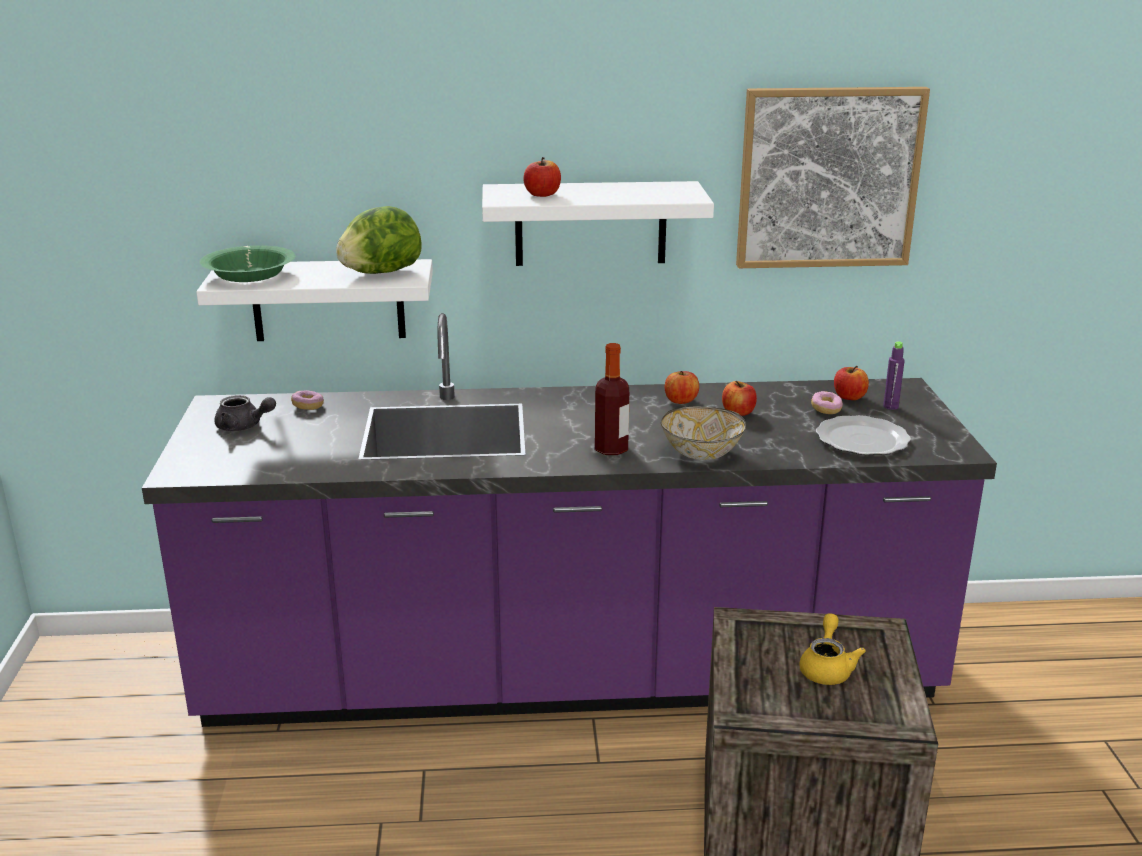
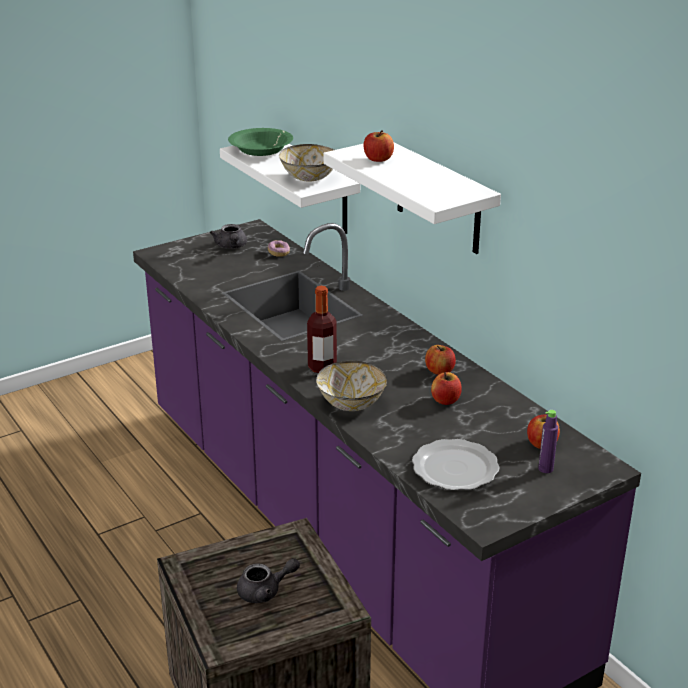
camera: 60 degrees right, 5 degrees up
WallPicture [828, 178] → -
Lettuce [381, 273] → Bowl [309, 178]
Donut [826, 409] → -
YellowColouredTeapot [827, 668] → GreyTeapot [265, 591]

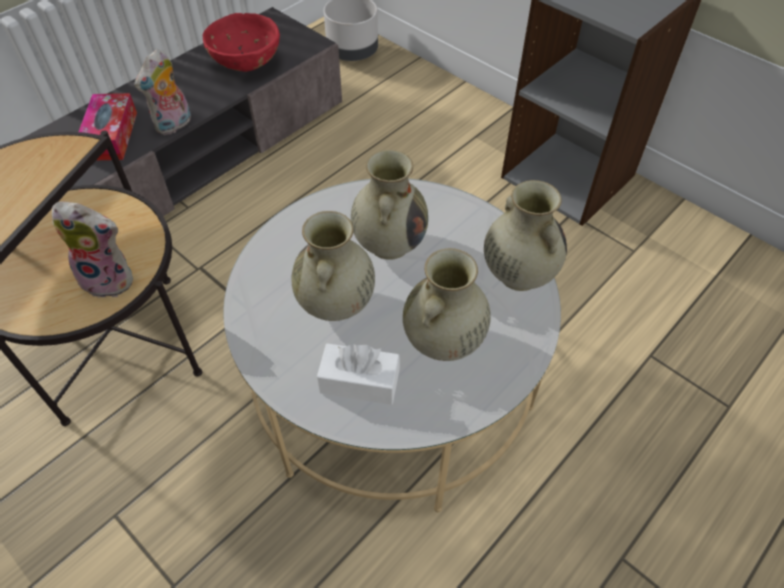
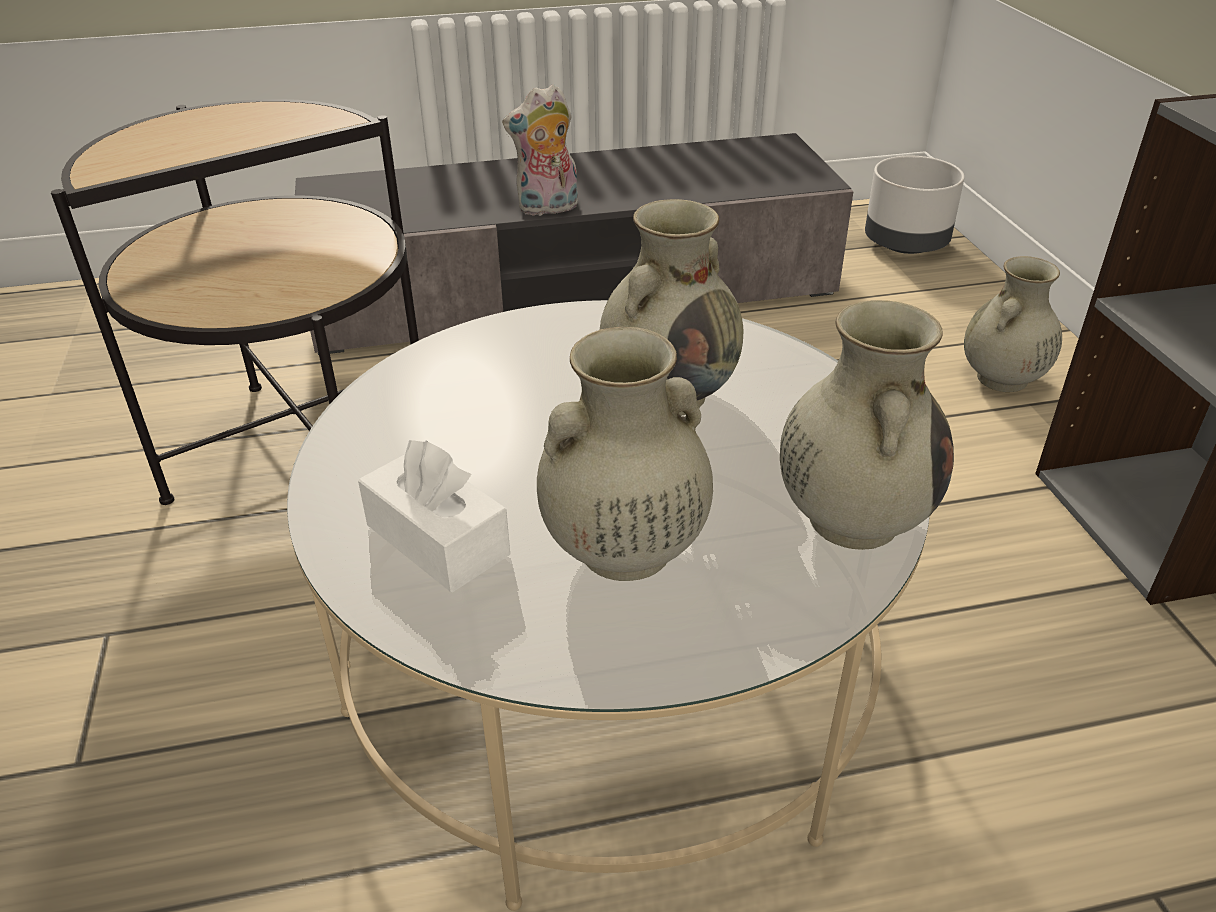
camera: 35 degrees right, 15 degrees down
RedColouredBowl [247, 65] → -
BoxOfTissues [111, 136] → -
CuddlyToy [111, 278] → -
BeigeColouredFlowerVase [336, 304] → BeigeColouredFlowerVase [1001, 379], shifted

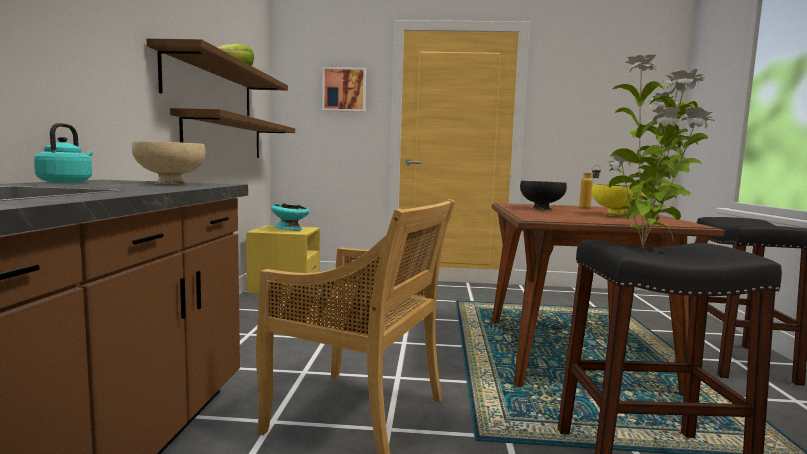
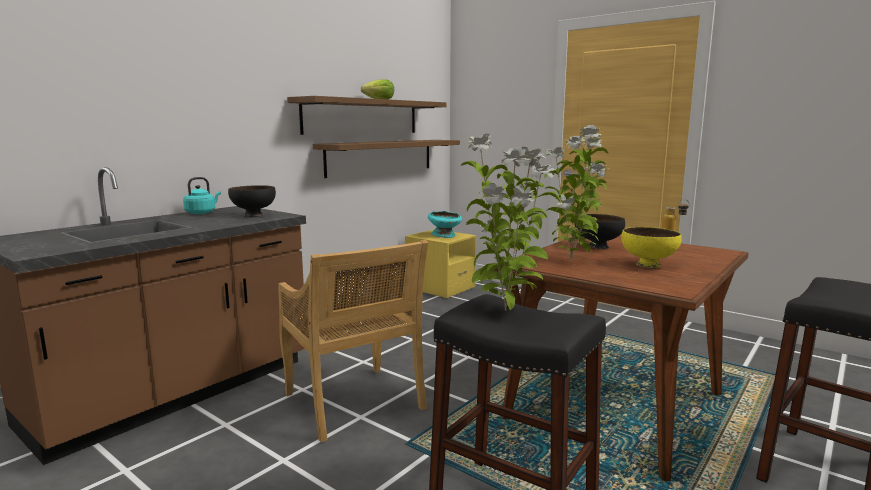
camera: 35 degrees right, 5 degrees up
WallPicture [344, 90] → -
BeigeColouredBowl [171, 183] → BlackColouredBowl [254, 215]
- → Houseplant [572, 261]

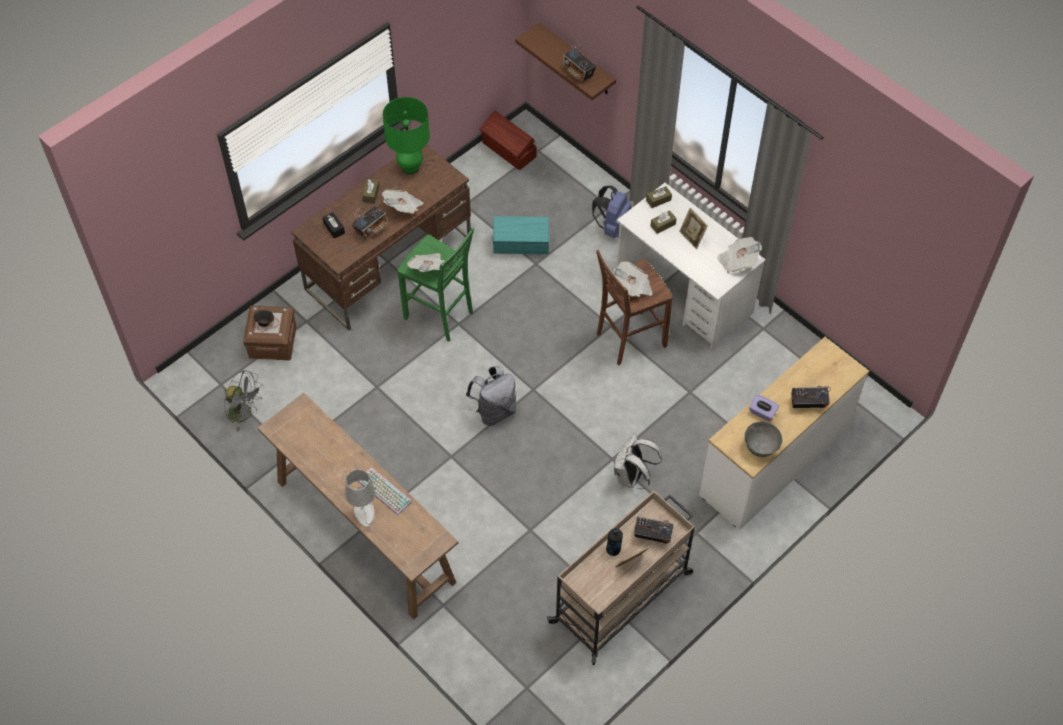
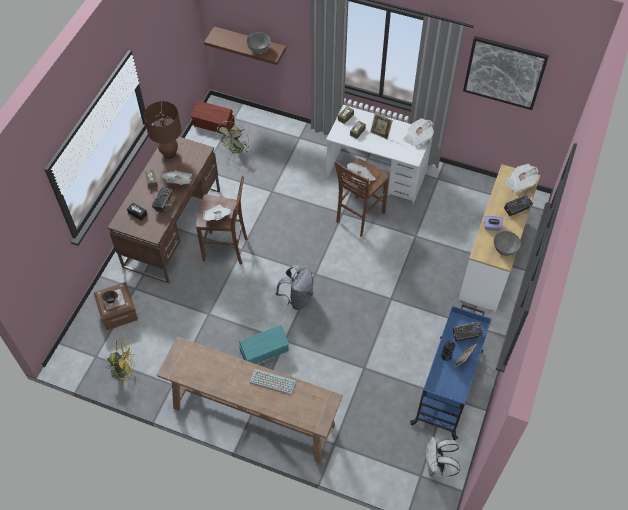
camera: 25 degrees left, 0 degrees up
RadioSet [578, 73] → GreyBowl [259, 50]
GreenLampForATable [410, 167] → BrownColouredLampForATable [169, 153]
BlueKnapsack [612, 226] → -
TurquoiseColouredStorageContainer [521, 244] → TurquoiseColouredStorageContainer [264, 351], shifted
GreenStoolSeat [440, 316] → BrownColouredStoolSeat [226, 249]
GreyFan [245, 413] → YellowColouredFan [124, 370]
WhitishKnapsack [632, 477] → WhitishKnapsack [437, 467], shifted
GreyLampForATable [365, 514] → -
BeigeColouredCart [622, 596] → BlueCart [447, 386]
- → WallPicture [504, 72]
- → GreenFan [235, 150]
- → DailyPaper [519, 183]

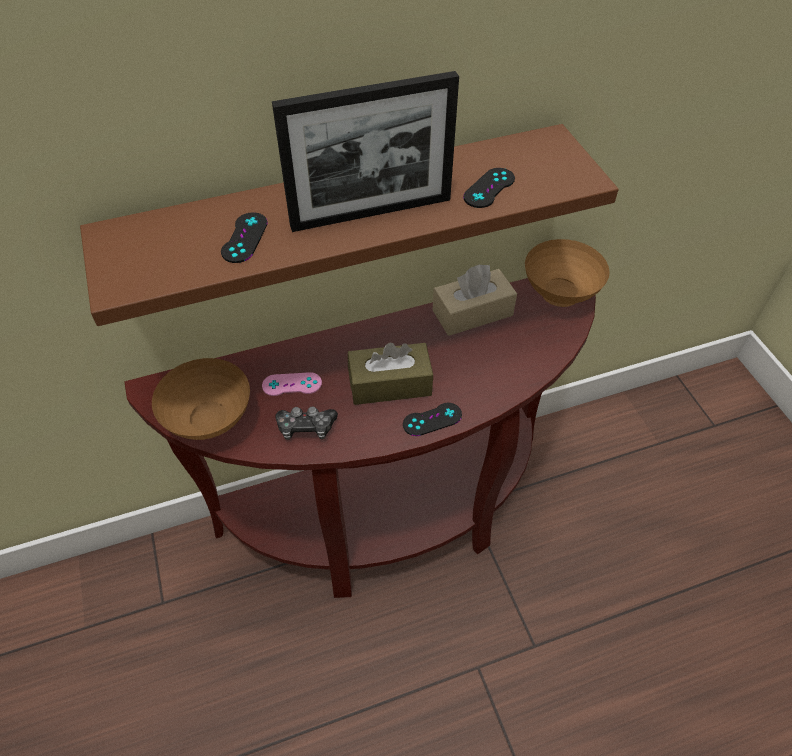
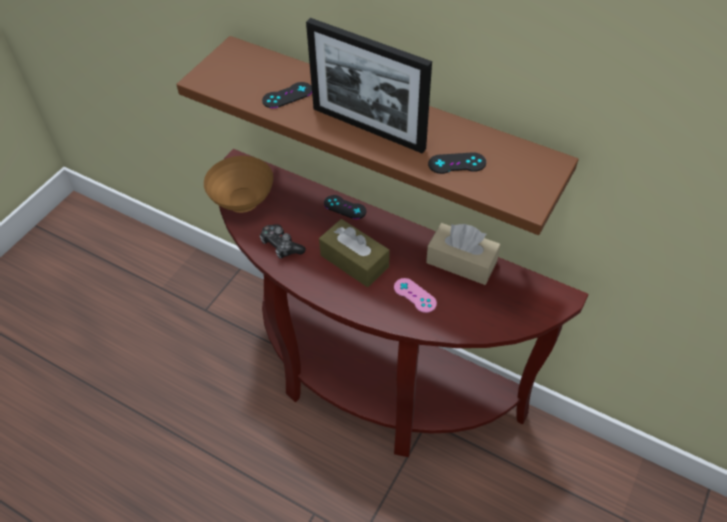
camera: 50 degrees right, 0 degrees up
BrownColouredBowl [559, 296] → -
PinkColouredGameController [292, 384] → PinkColouredGameController [415, 295], shifted
BlackColouredGameController [432, 419] → BlackColouredGameController [345, 207], shifted

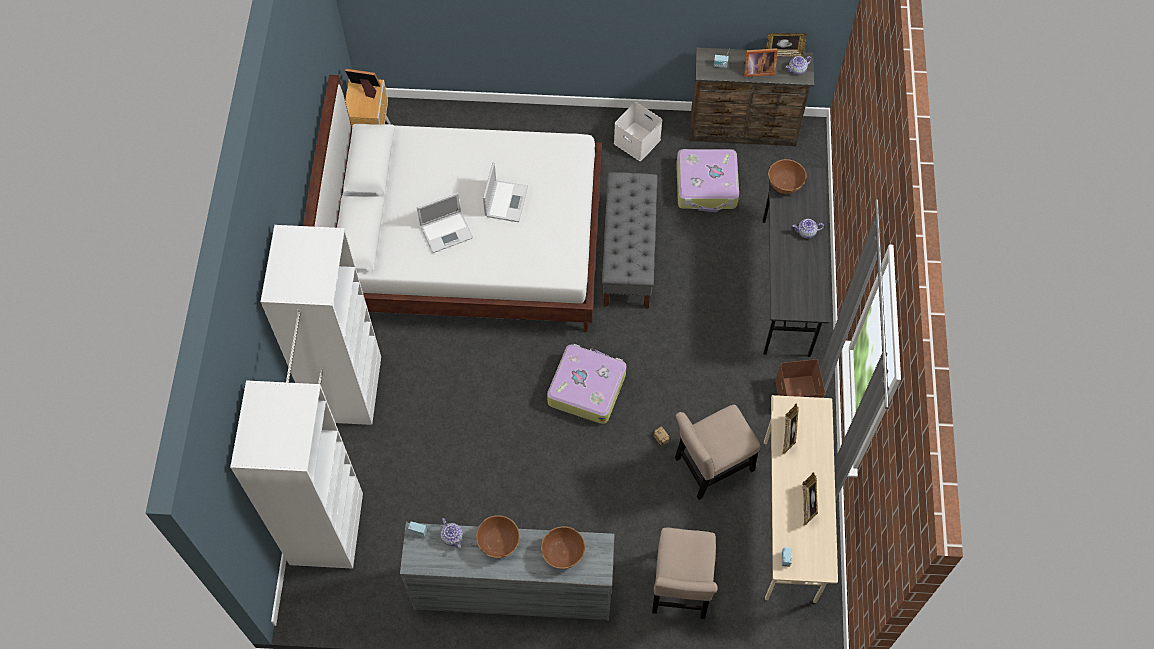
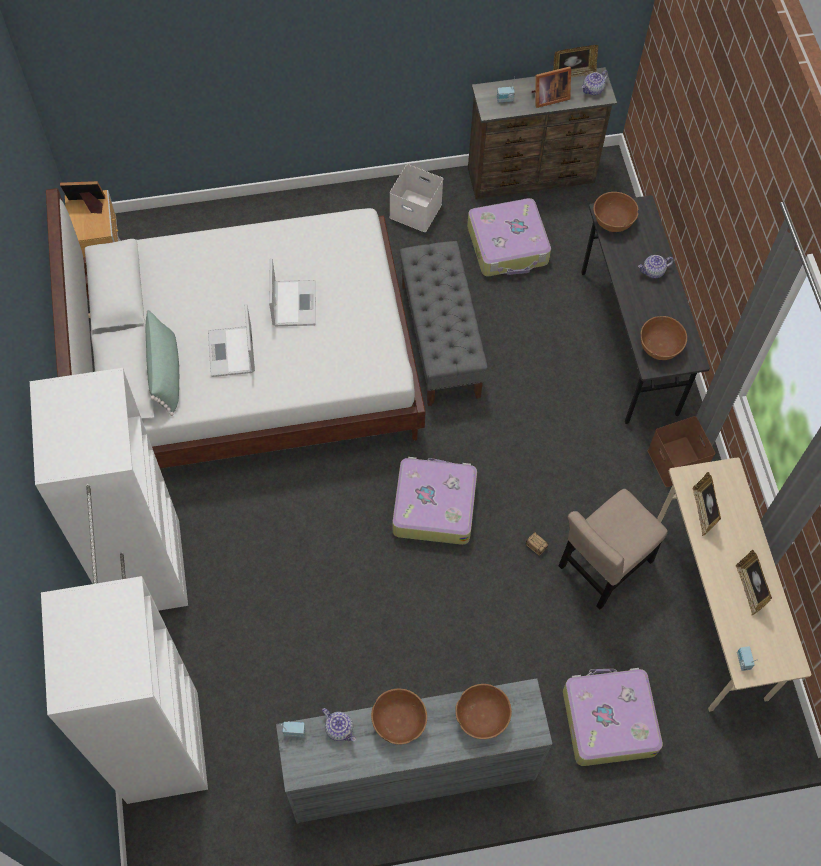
camera: 15 degrees left, 0 degrees up
Laptop [447, 231] → Laptop [232, 353], 120 degrees clockwise
BeigeColouredPlainChair [680, 588] → TravelCase [608, 720]
- → GreenPillow [166, 372]
- → BrownColouredBowl [659, 347]

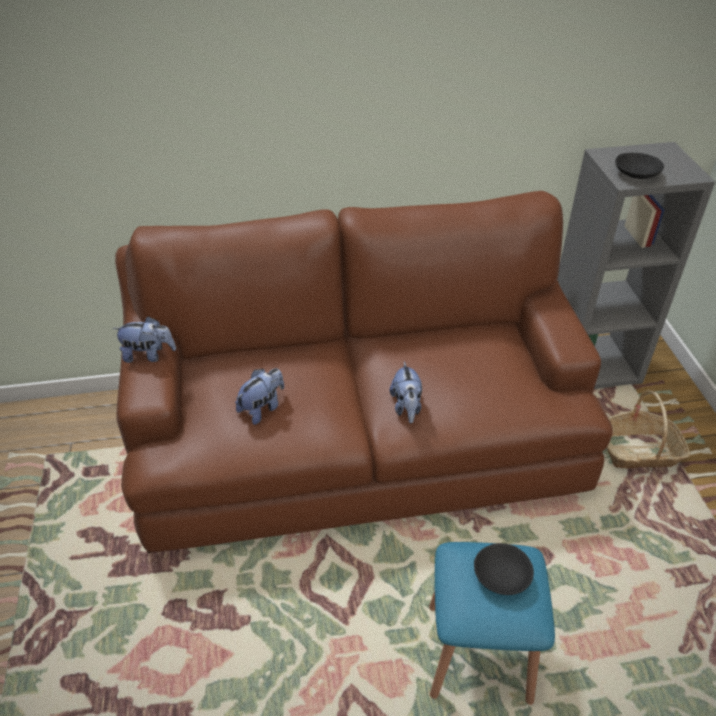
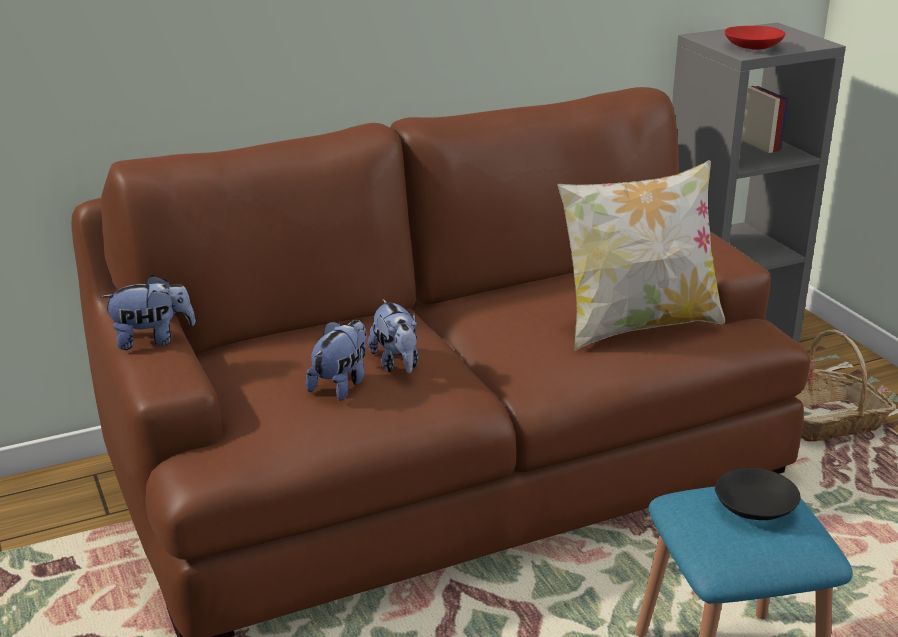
camera: 15 degrees left, 15 degrees down
BlackColouredBowl [636, 173] → RedColouredBowl [752, 47]
CuddlyToy [406, 407] → CuddlyToy [397, 363], shifted
- → Pillow [638, 325]

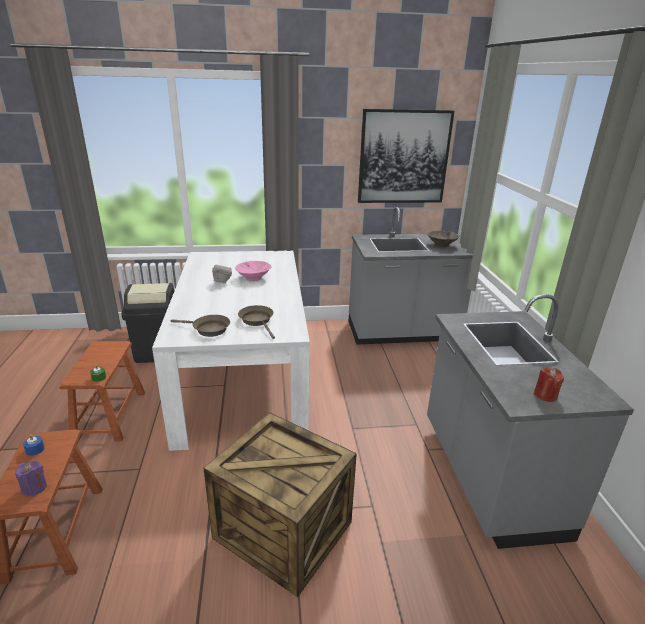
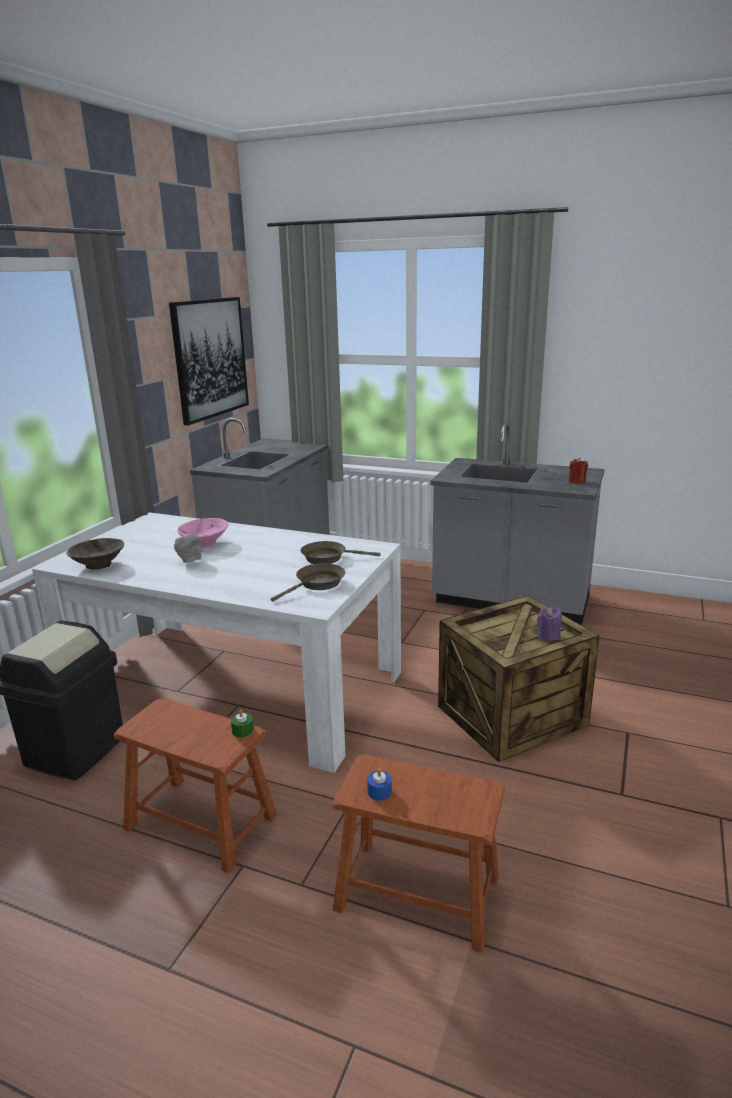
camera: 60 degrees left, 5 degrees down
BrownColouredBowl [442, 245] → BrownColouredBowl [99, 565], shifted
PurpleColouredWaxCandle [34, 488] → PurpleColouredWaxCandle [548, 636], shifted

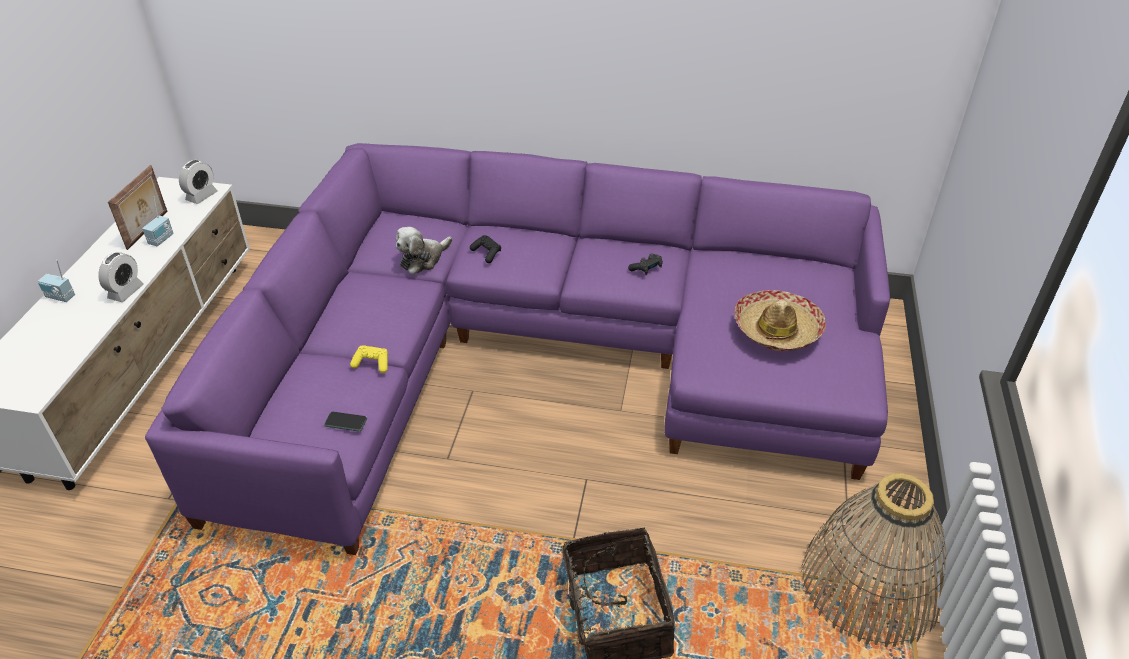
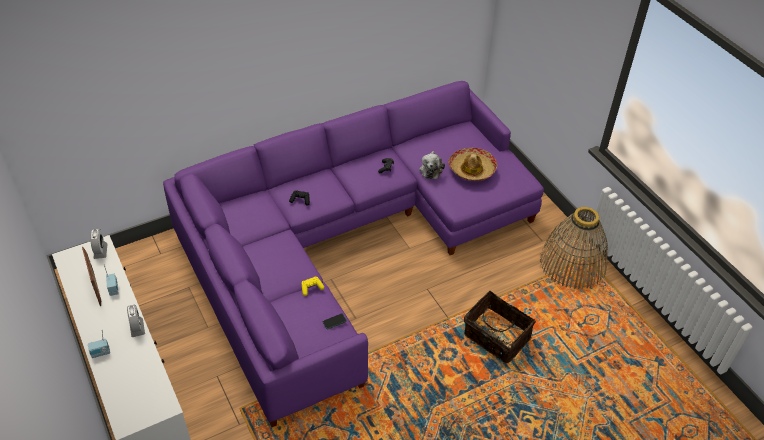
camera: 40 degrees left, 5 degrees up
CuddlyToy [423, 259] → CuddlyToy [431, 169], shifted

